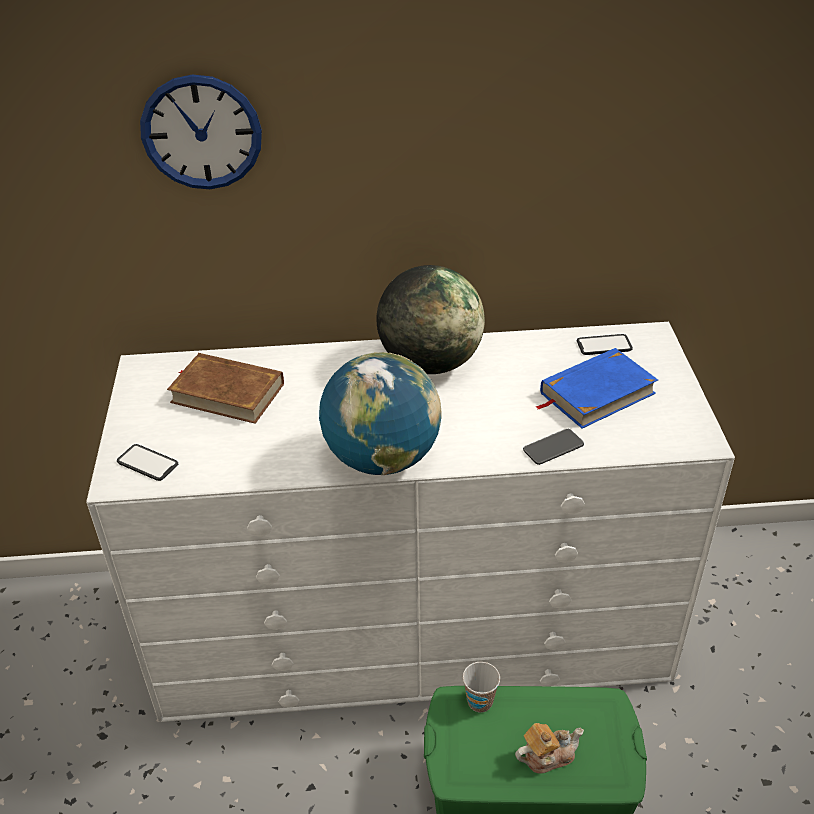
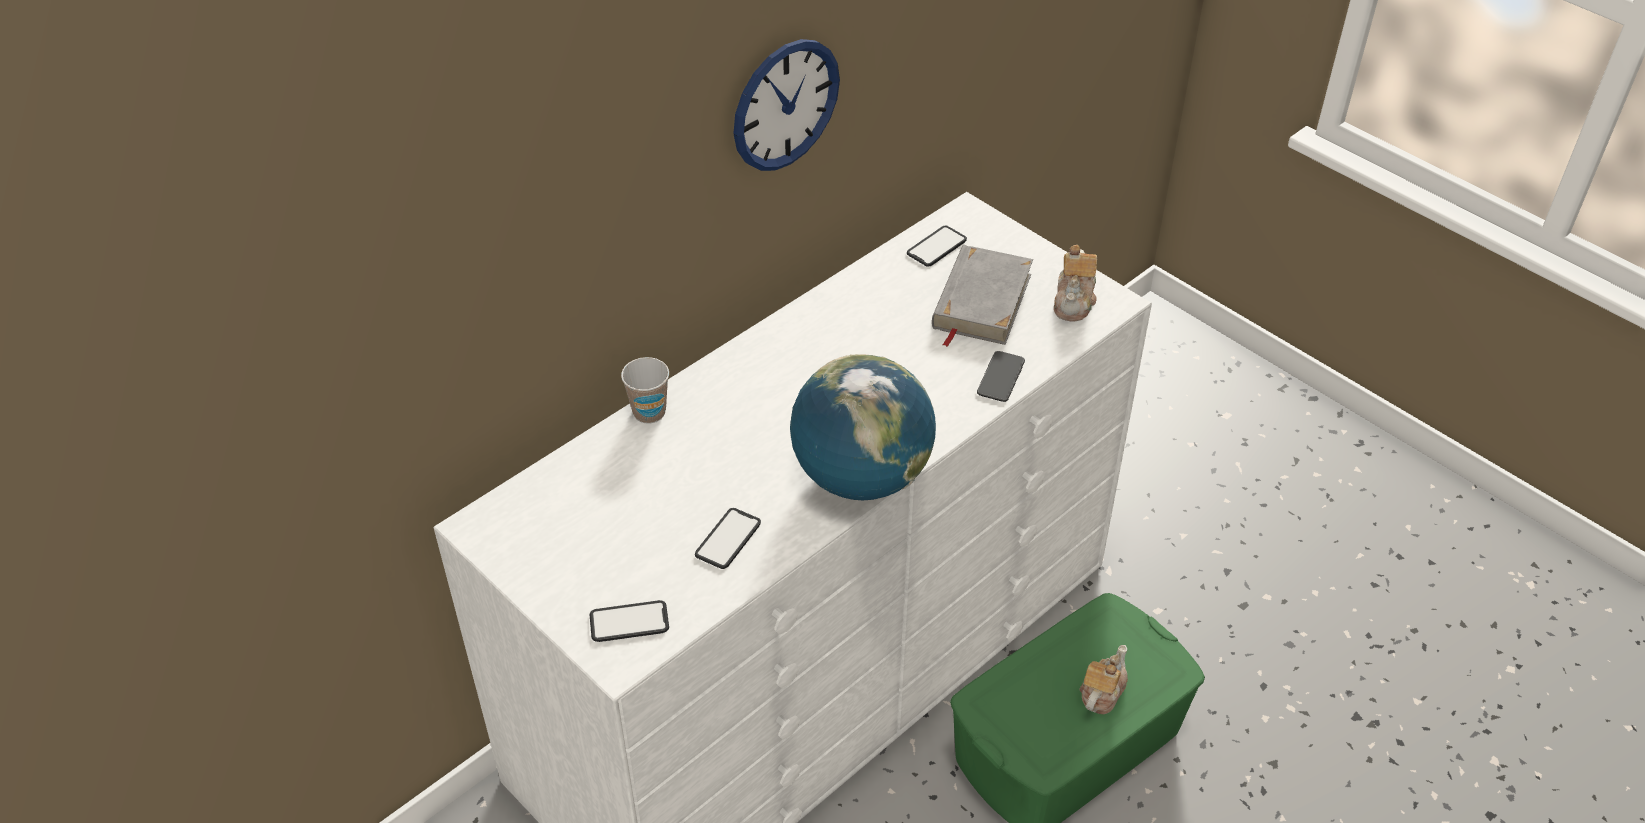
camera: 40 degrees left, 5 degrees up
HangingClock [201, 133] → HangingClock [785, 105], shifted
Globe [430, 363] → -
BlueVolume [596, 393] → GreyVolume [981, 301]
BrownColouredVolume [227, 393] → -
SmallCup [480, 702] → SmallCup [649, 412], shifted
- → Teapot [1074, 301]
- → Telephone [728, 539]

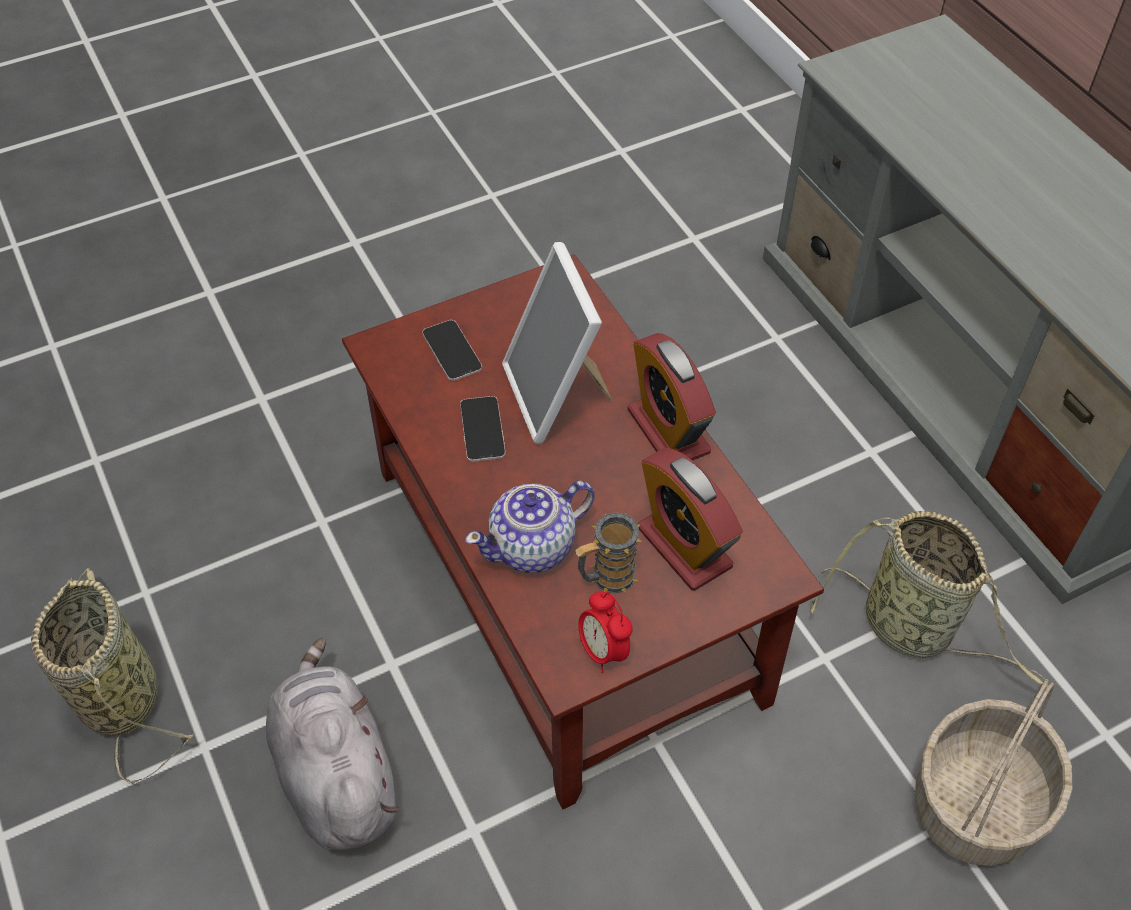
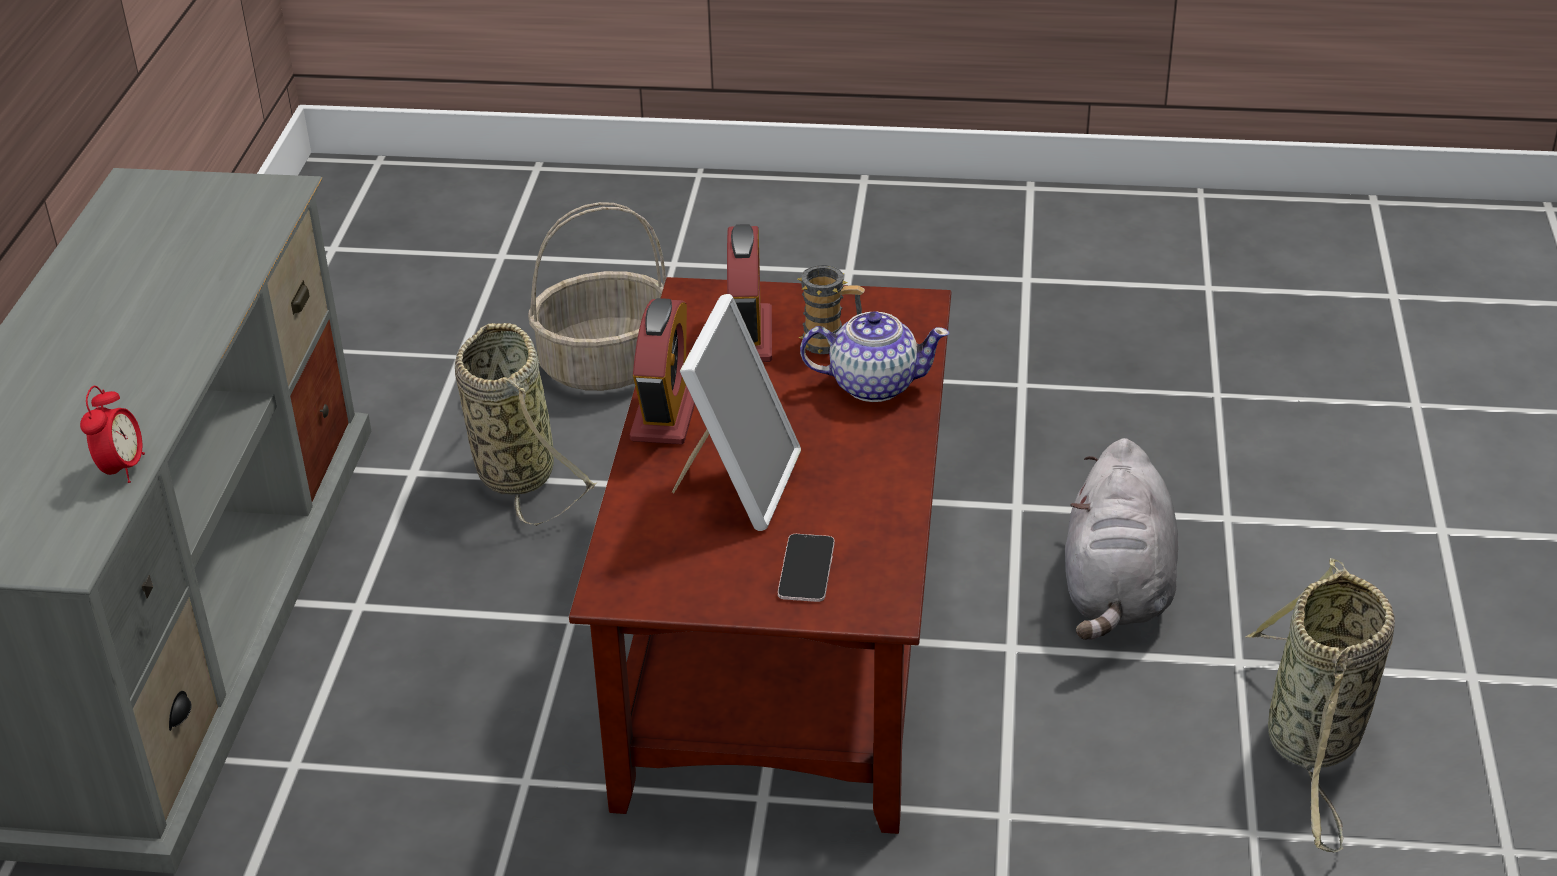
camera: 145 degrees left, 15 degrees down
Telephone [482, 429] → -
BedsideClock [603, 650] → BedsideClock [122, 469], shifted

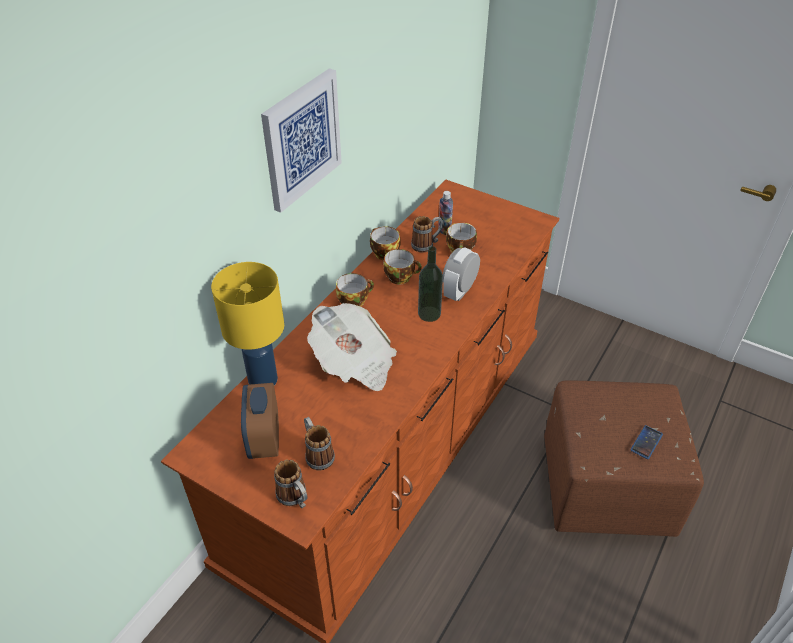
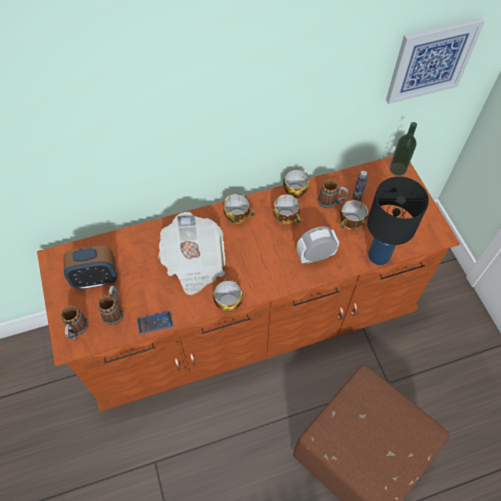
camera: 40 degrees right, 15 degrees up
WallPicture [301, 139] → WallPicture [431, 60], shifted
Bottle [429, 314] → Bottle [398, 168], shifted
YellowColouredLampForATable [263, 379] → -
BedsideClock [264, 440] → BedsideClock [96, 279], 135 degrees counterclockwise
Telephone [646, 442] → Telephone [155, 322], shifted
- → BlackColouredLampForATable [378, 256]
- → SmallCup [227, 301]

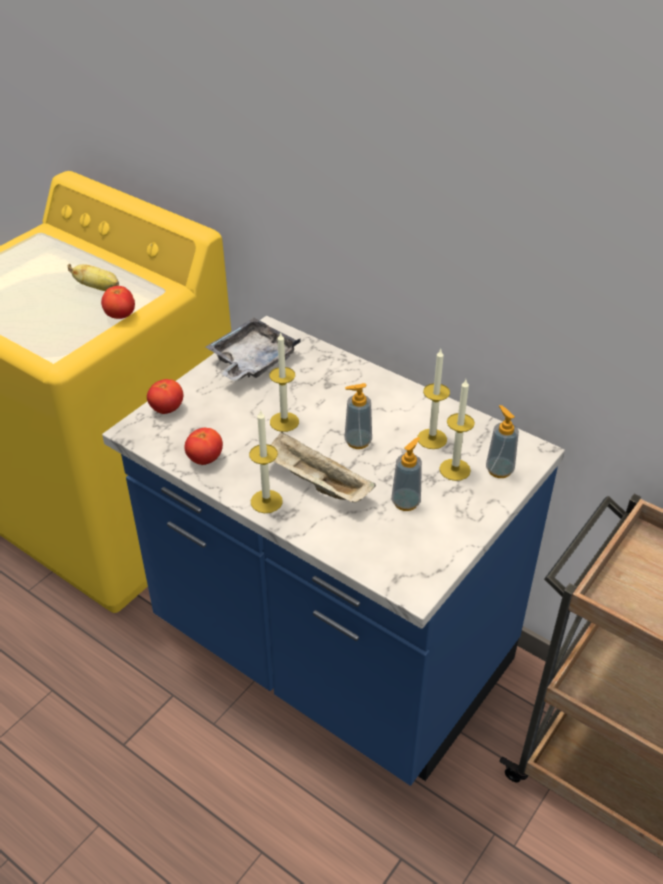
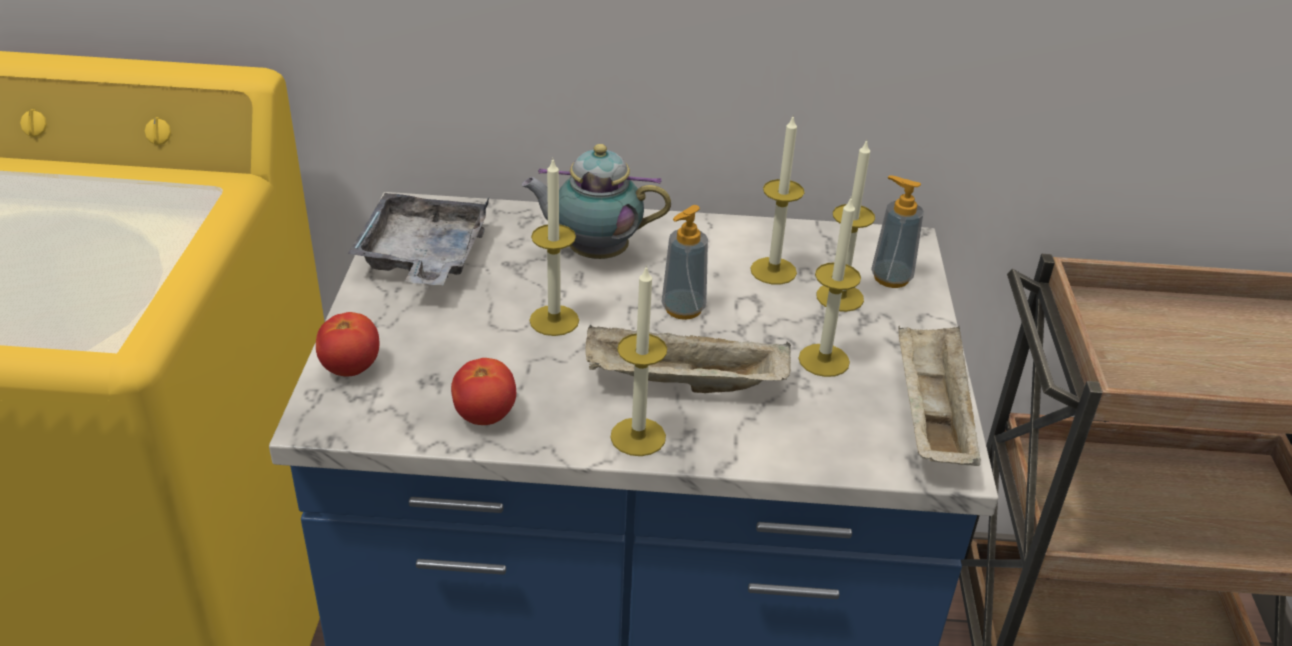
camera: 35 degrees left, 5 degrees down
Banana [99, 288] → -
FreshTomato [120, 316] → -
SoapDispenser [406, 502] → WaxCandle [824, 360]
- → Teapot [593, 253]
- → BeigeColouredCarryingTray [930, 416]

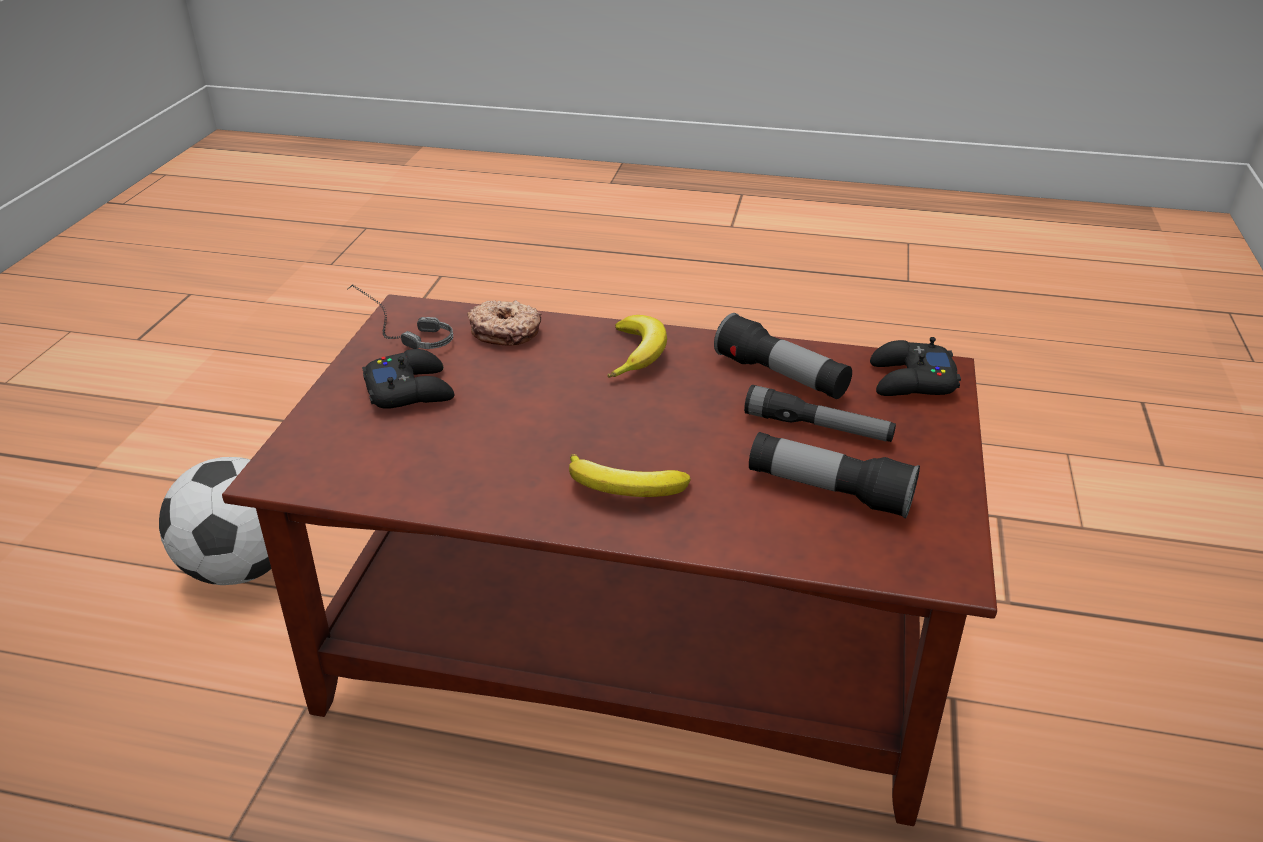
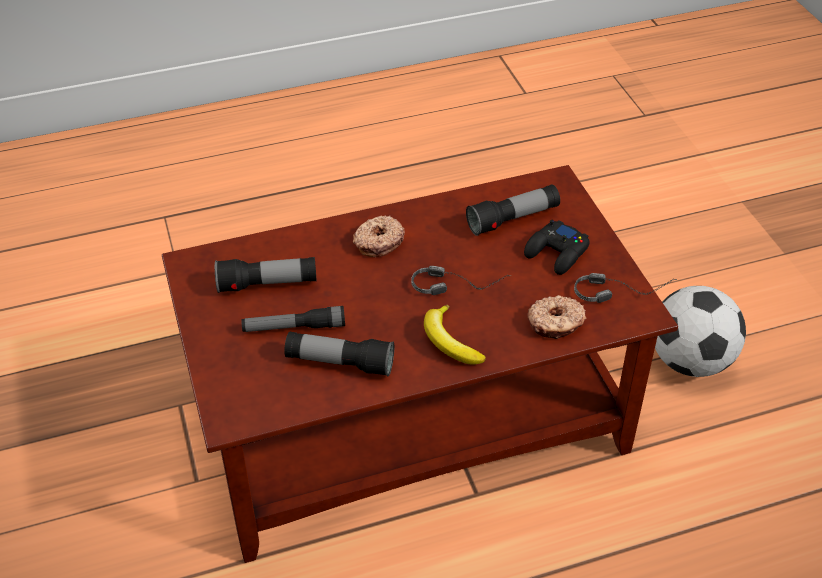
camera: 150 degrees right, 10 degrees up
BlackColouredGameController [911, 381] → -
Banana [624, 489] → Donut [378, 242]
- → Flashlight [513, 219]
- → Headset [460, 284]

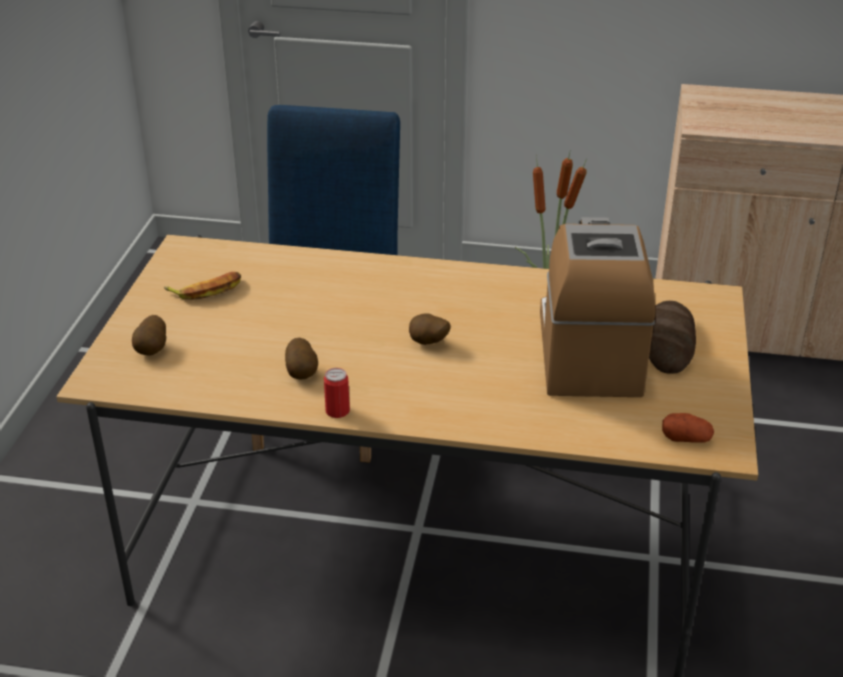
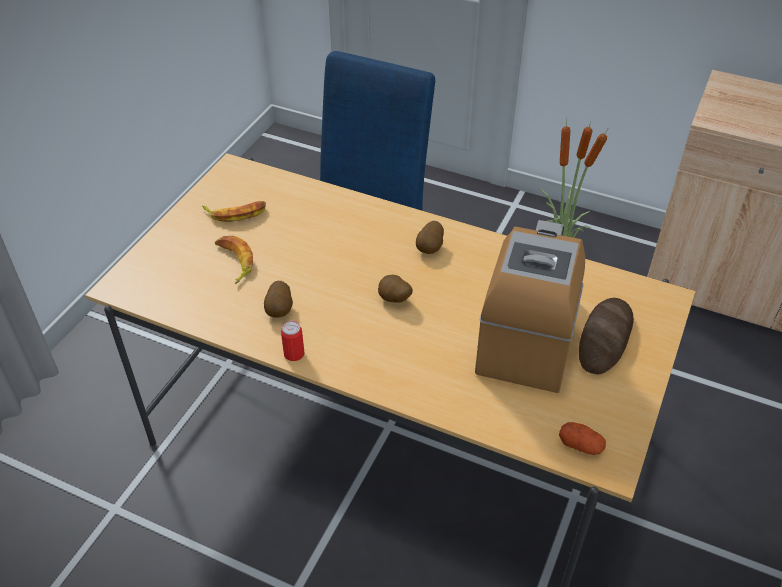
camera: 15 degrees right, 10 degrees up
Potato [153, 350] → Potato [430, 248], shifted
- → Banana [234, 261]

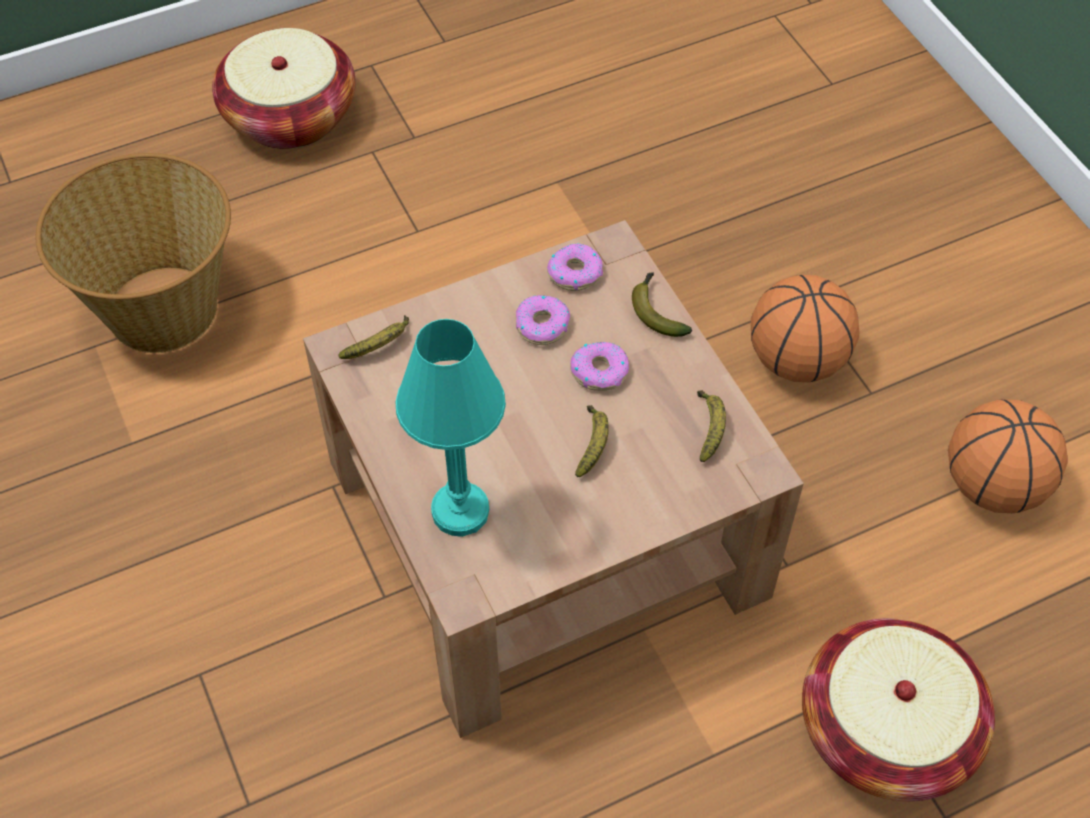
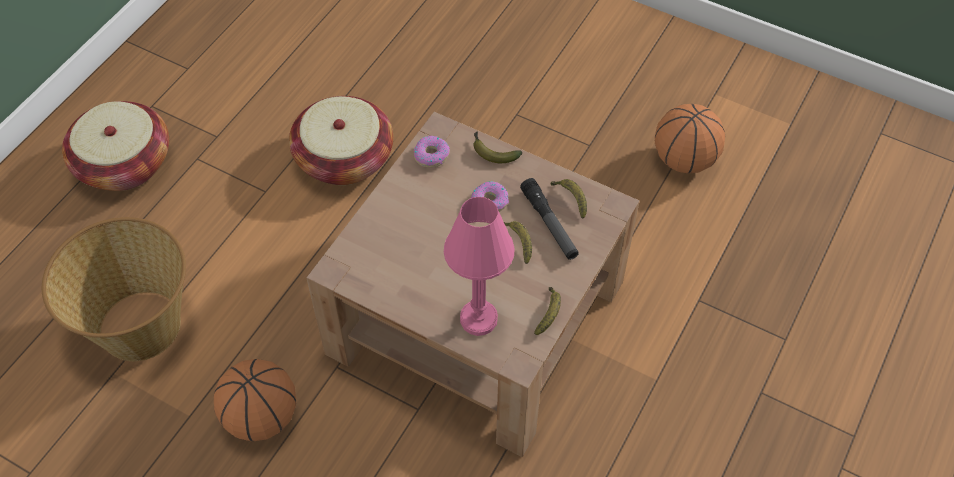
camera: 35 degrees left, 0 degrees up
BasketballBall [797, 360] → BasketballBall [261, 417], shifted
Donut [542, 325] → -
Banana [379, 346] → Banana [549, 314], shifted
TurquoiseColouredLampForATable [460, 511] → PinkColouredLampForATable [478, 319]
Basket [886, 730] → Basket [344, 158], shifted
- → Flashlight [549, 224]

